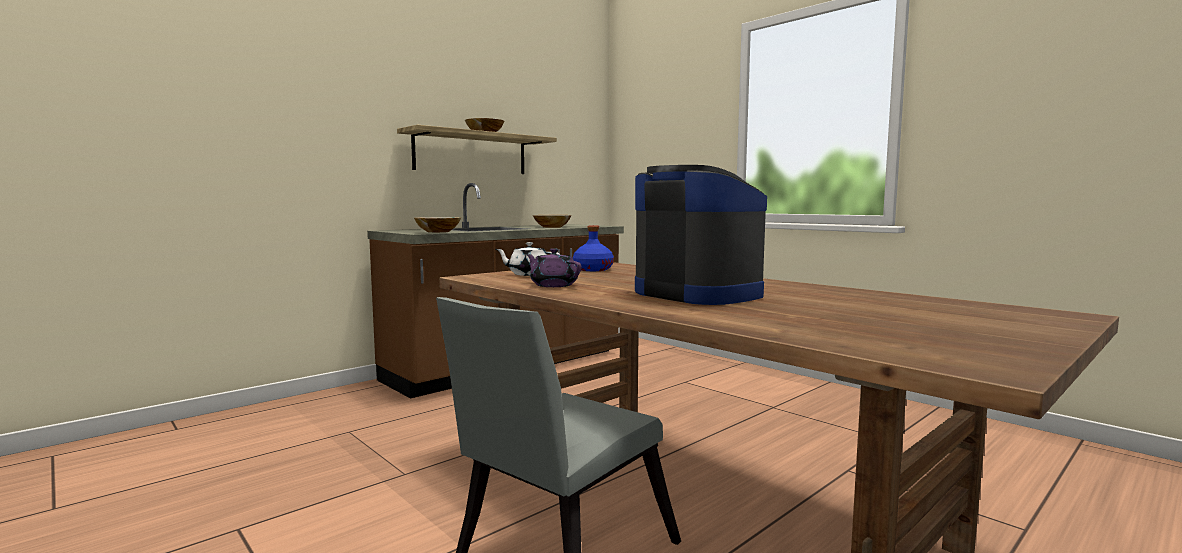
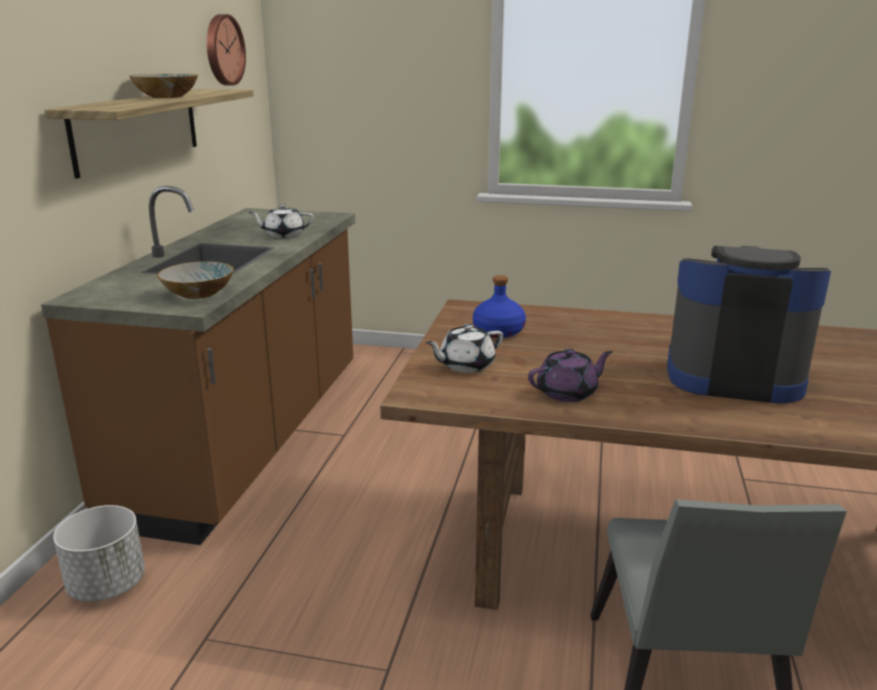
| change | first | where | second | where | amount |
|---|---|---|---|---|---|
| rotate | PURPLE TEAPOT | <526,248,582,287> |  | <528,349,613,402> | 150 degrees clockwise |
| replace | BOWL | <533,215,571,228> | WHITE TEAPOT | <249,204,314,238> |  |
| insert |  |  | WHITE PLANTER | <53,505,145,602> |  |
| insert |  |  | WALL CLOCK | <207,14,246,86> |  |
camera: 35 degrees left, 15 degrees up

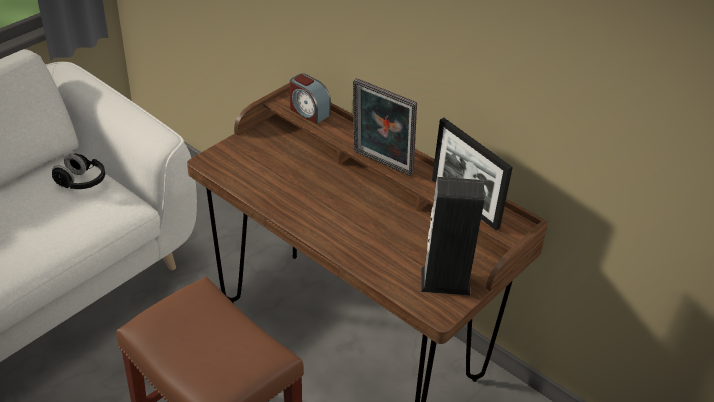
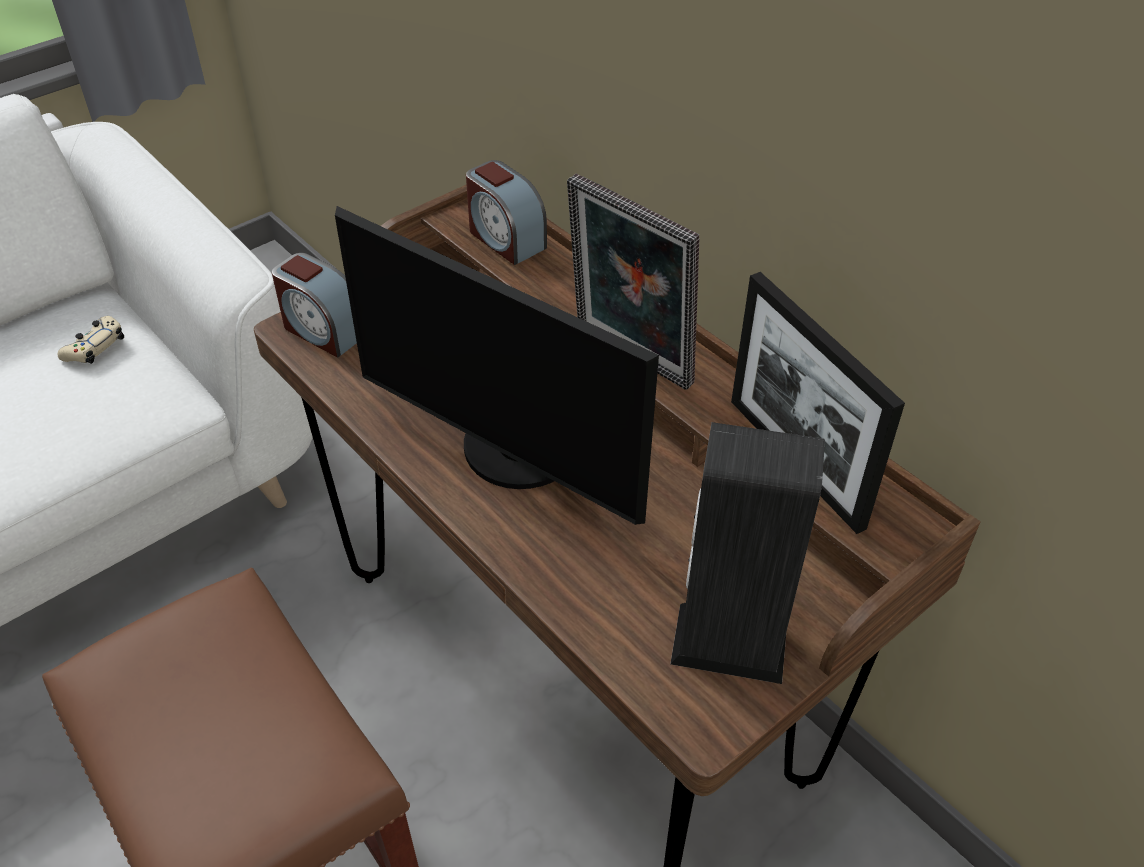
| change | first | where | second | where | amount |
|---|---|---|---|---|---|
| replace | BLACK HEADPHONES | <52,153,105,189> | BEIGE GAME CONTROLLER | <57,316,124,364> |  |
| insert |  |  | ALARM CLOCK | <272,253,357,358> |  |
| insert |  |  | MONITOR | <335,206,659,525> |  |
camera: 10 degrees right, 5 degrees up

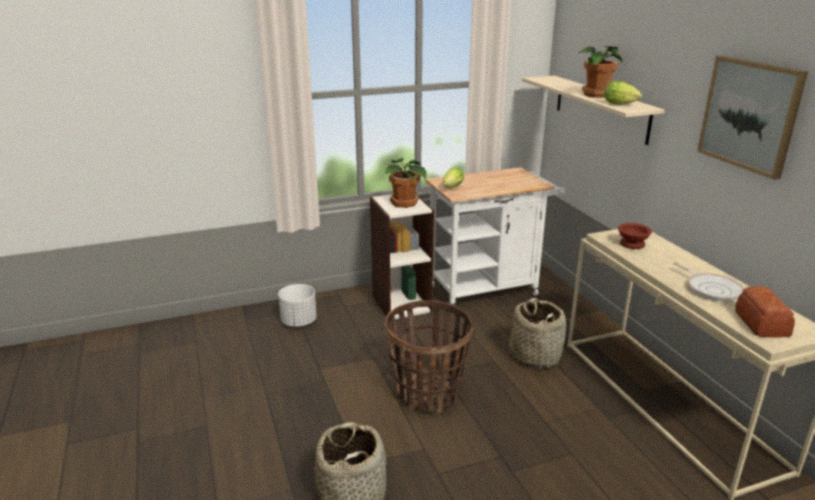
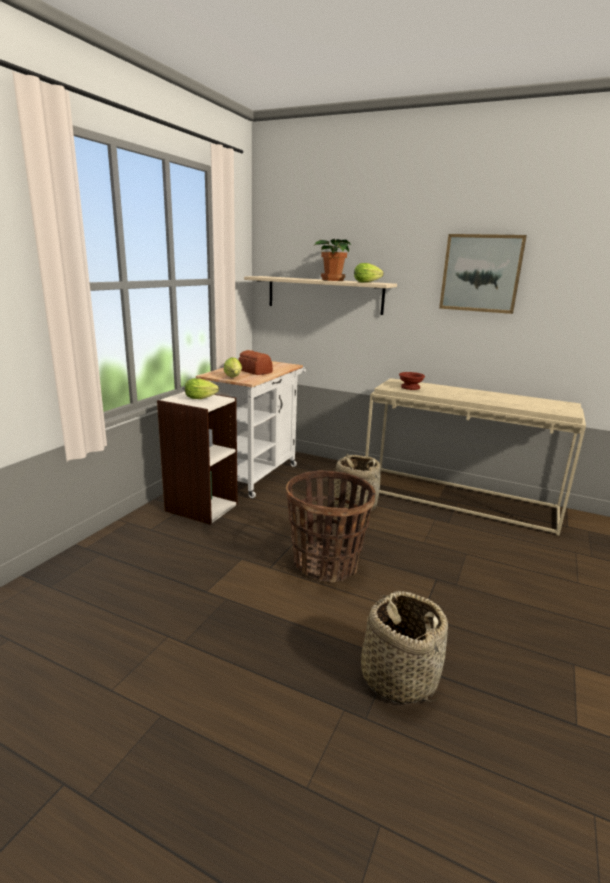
| change | first | where | second | where | amount |
|---|---|---|---|---|---|
| delete | WHITE PLANTER | <278,284,317,327> |  |  |  |
| replace | POTTED PLANT | <385,158,427,208> | LETTUCE | <185,378,219,399> |  |
| delete | FRYING PAN | <673,262,745,302> |  |  |  |
| move | BREAD | <735,286,795,337> |  | <238,350,273,375> |  |
camera: 45 degrees left, 5 degrees down

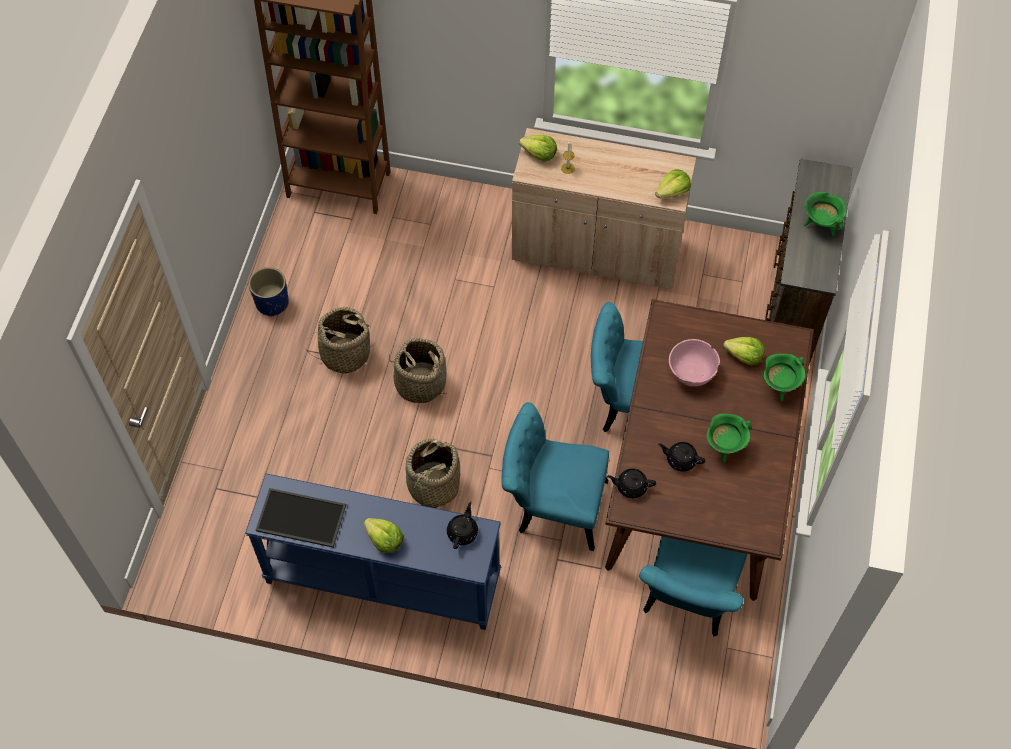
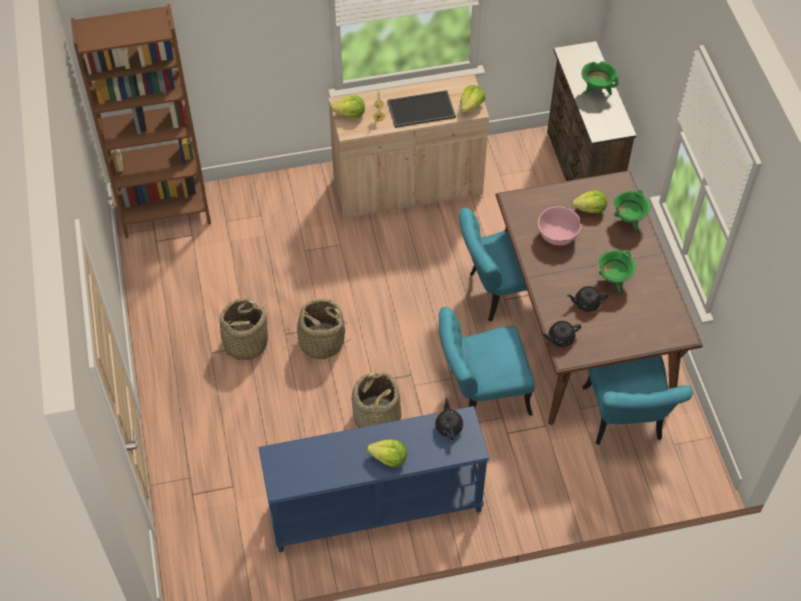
| change | first | where | second | where | amount |
|---|---|---|---|---|---|
| delete | BLUE PLANTER | <249,267,289,317> |  |  |  |
| move | TRAY | <256,488,346,548> |  | <387,90,456,128> |  |
camera: 25 degrees left, 5 degrees down

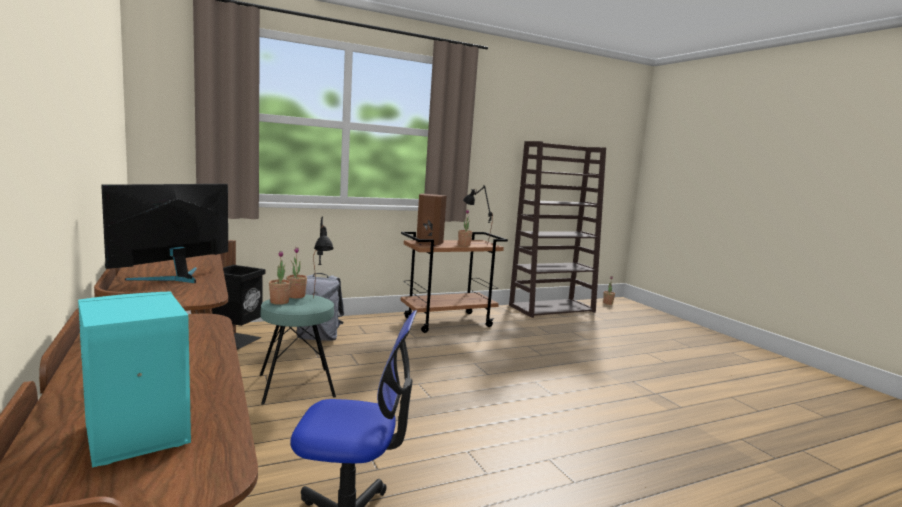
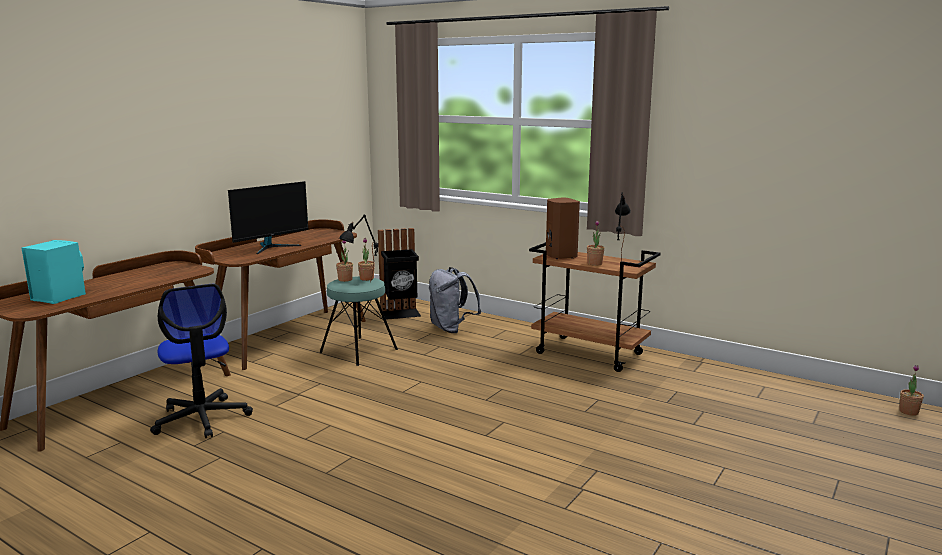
| change | first | where | second | where | amount |
|---|---|---|---|---|---|
| rotate | MONITOR | <101,184,228,283> |  | <228,181,309,254> | 135 degrees clockwise |
| delete | BROWN BOOKCASE | <509,141,606,318> |  |  |  |
camera: 60 degrees right, 5 degrees up

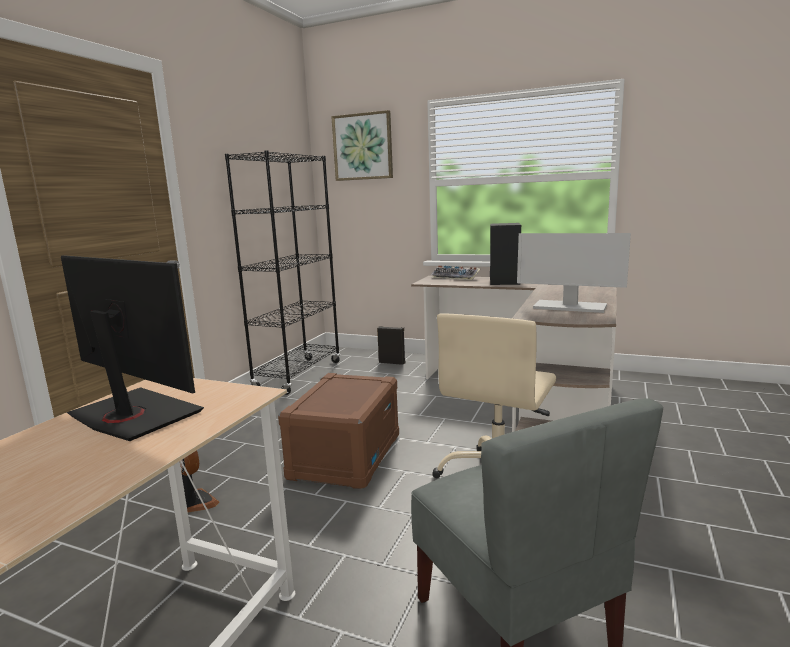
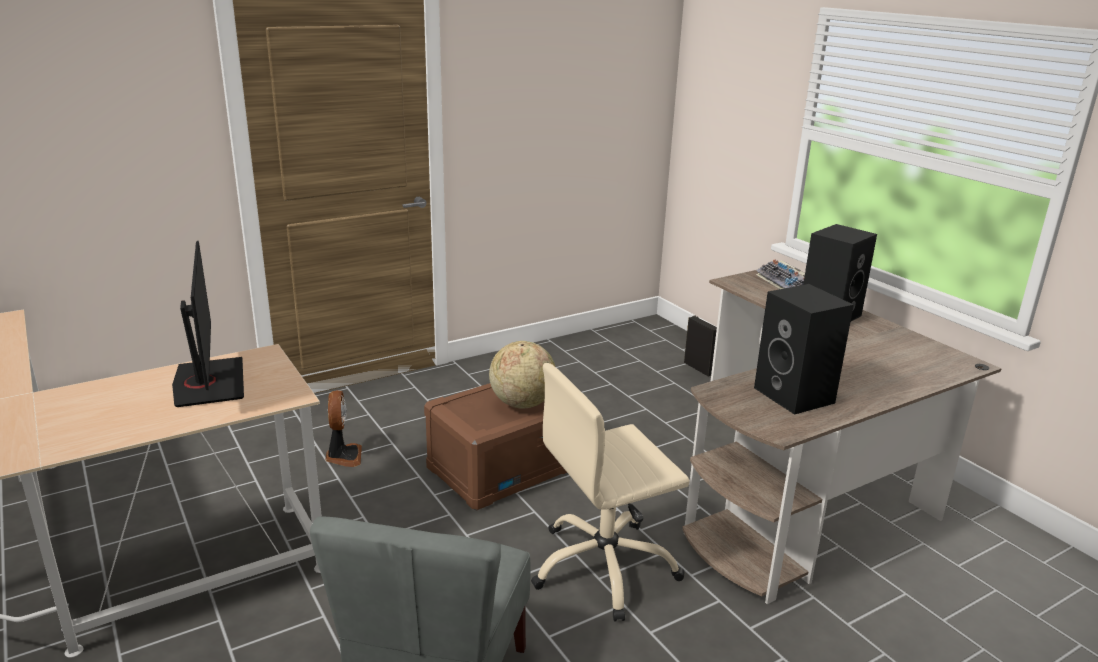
| change | first | where | second | where | amount |
|---|---|---|---|---|---|
| delete | BLACK BOOKCASE | <225,150,340,395> |  |  |  |
| delete | PICTURE | <331,110,393,181> |  |  |  |
| replace | MONITOR | <517,233,631,313> | BLACK SPEAKER | <754,284,854,415> |  |
| insert |  |  | GLOBE | <489,341,555,409> |  |
camera: 35 degrees right, 10 degrees up

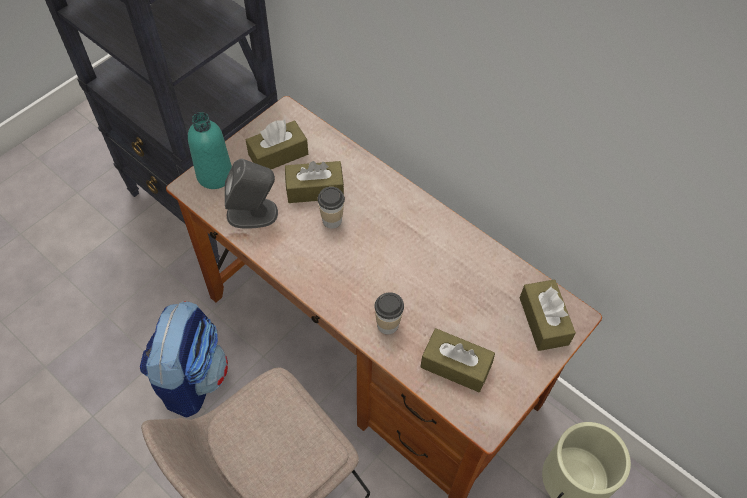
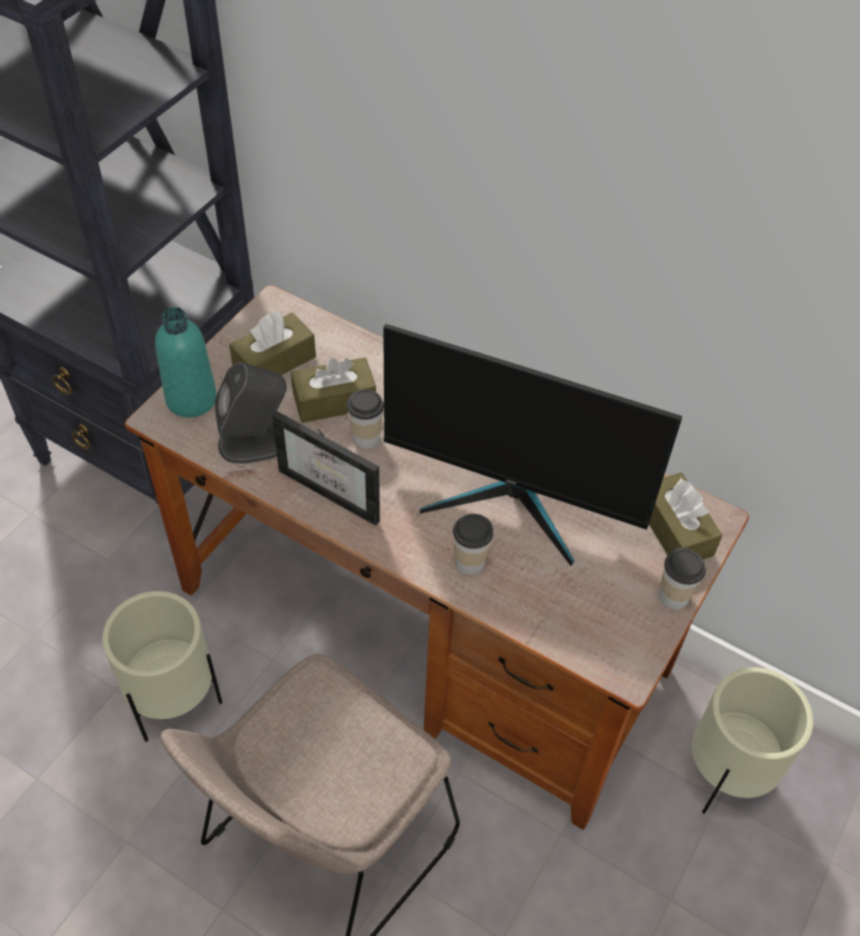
| change | first | where | second | where | amount |
|---|---|---|---|---|---|
| replace | BACKPACK | <140,301,228,417> | BEIGE PLANTER | <102,591,222,742> |  |
| delete | BROWN TISSUE BOX | <420,328,495,392> |  |  |  |
| insert |  |  | PICTURE FRAME | <272,411,380,526> |  |
| insert |  |  | MONITOR | <383,324,682,566> |  |
| insert |  |  | CUP | <659,548,706,610> |  |
camera: 10 degrees left, 5 degrees down

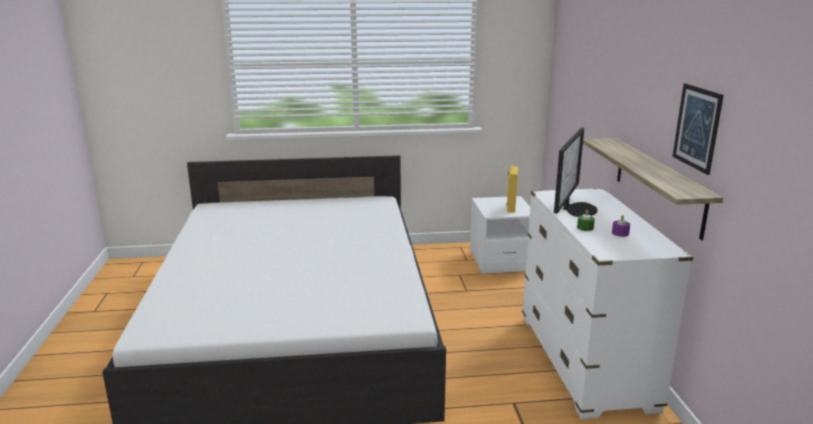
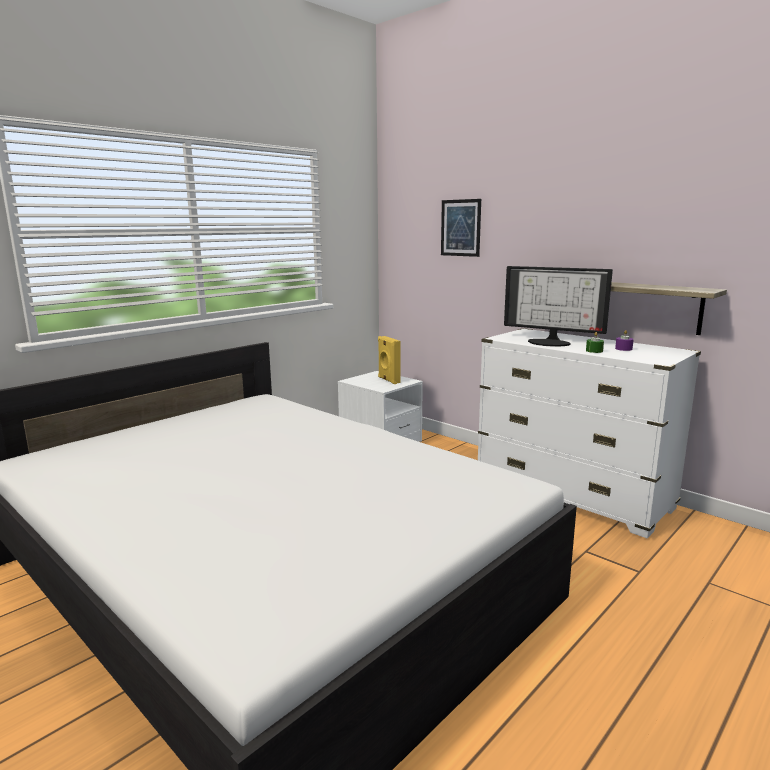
| change | first | where | second | where | amount |
|---|---|---|---|---|---|
| rotate | MONITOR | <554,128,598,217> |  | <504,266,613,347> | 135 degrees clockwise |
| move | PICTURE | <672,83,724,175> |  | <441,199,481,257> |  |
camera: 40 degrees left, 5 degrees down

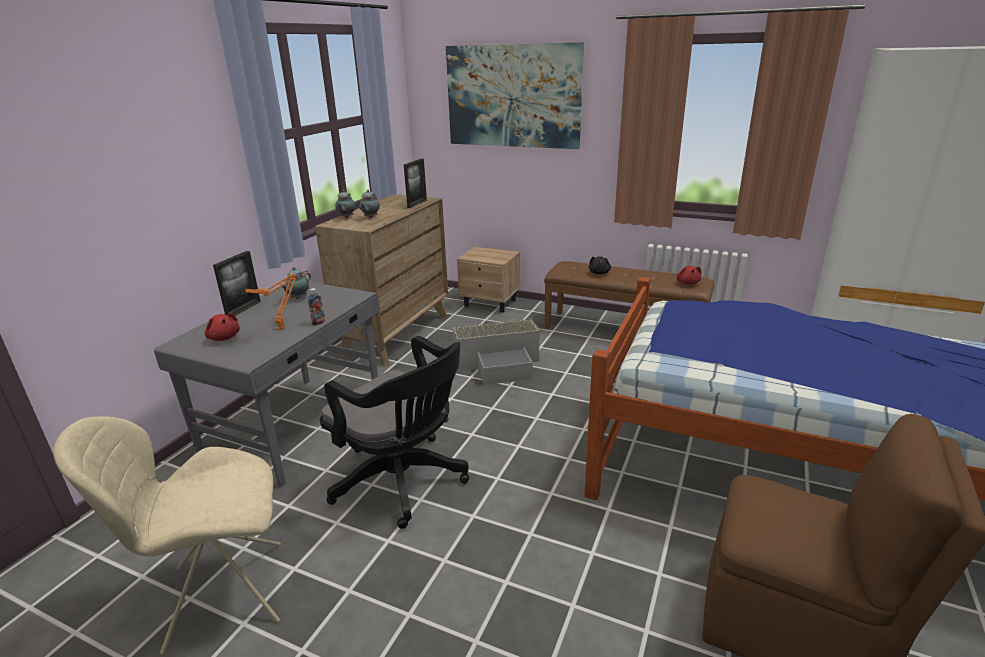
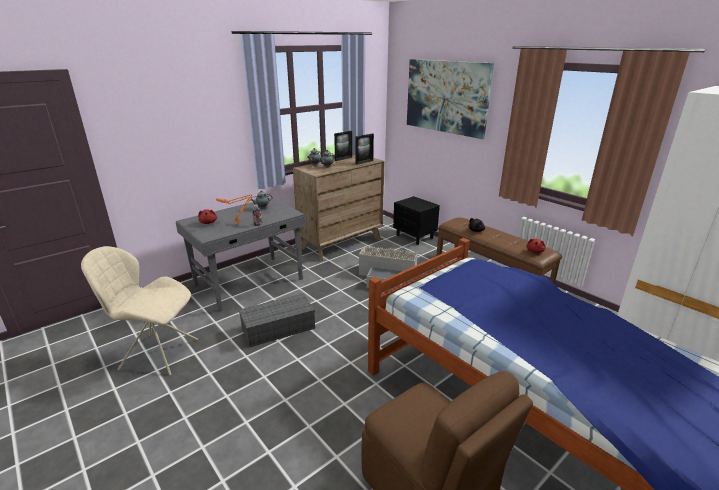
| change | first | where | second | where | amount |
|---|---|---|---|---|---|
| move | PICTURE FRAME | <213,251,261,316> |  | <334,131,352,161> |  |
| replace | BLACK OFFICE CHAIR | <320,336,469,529> | GREY STORAGE BOX | <239,294,315,347> |  |
| recolor | BEIGE NIGHTSTAND | <457,247,520,313> | BLACK NIGHTSTAND | <393,196,440,245> |  |
camera: 25 degrees right, 0 degrees up

